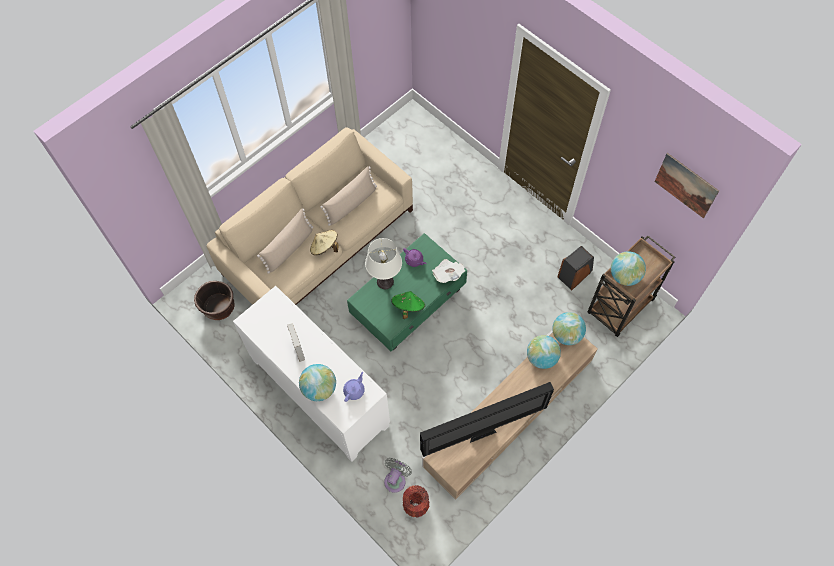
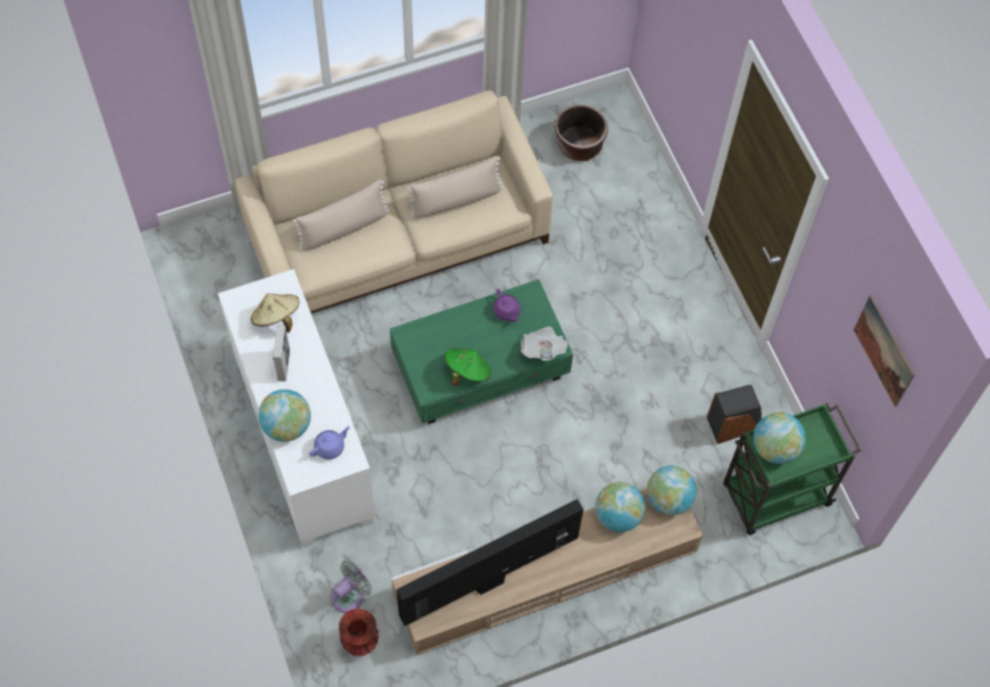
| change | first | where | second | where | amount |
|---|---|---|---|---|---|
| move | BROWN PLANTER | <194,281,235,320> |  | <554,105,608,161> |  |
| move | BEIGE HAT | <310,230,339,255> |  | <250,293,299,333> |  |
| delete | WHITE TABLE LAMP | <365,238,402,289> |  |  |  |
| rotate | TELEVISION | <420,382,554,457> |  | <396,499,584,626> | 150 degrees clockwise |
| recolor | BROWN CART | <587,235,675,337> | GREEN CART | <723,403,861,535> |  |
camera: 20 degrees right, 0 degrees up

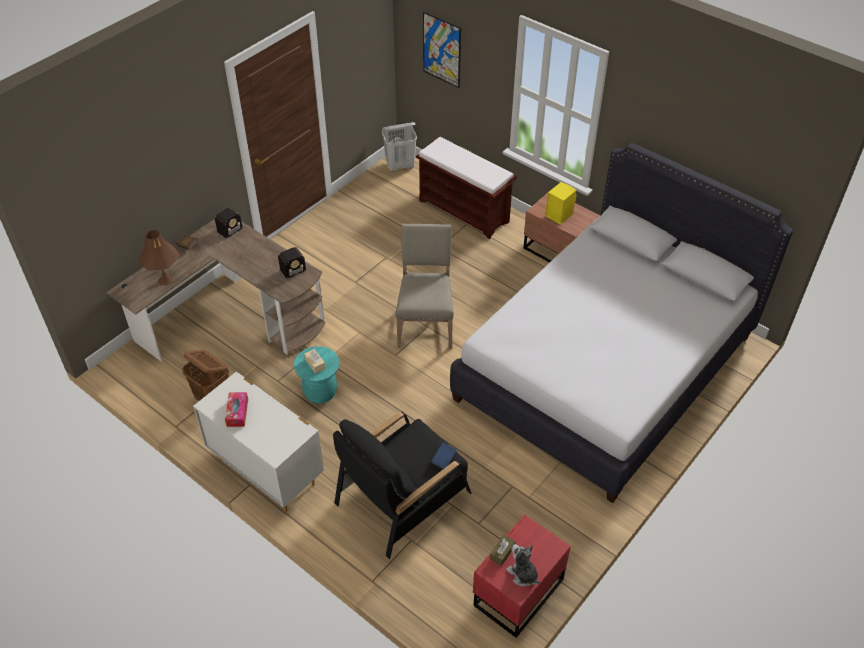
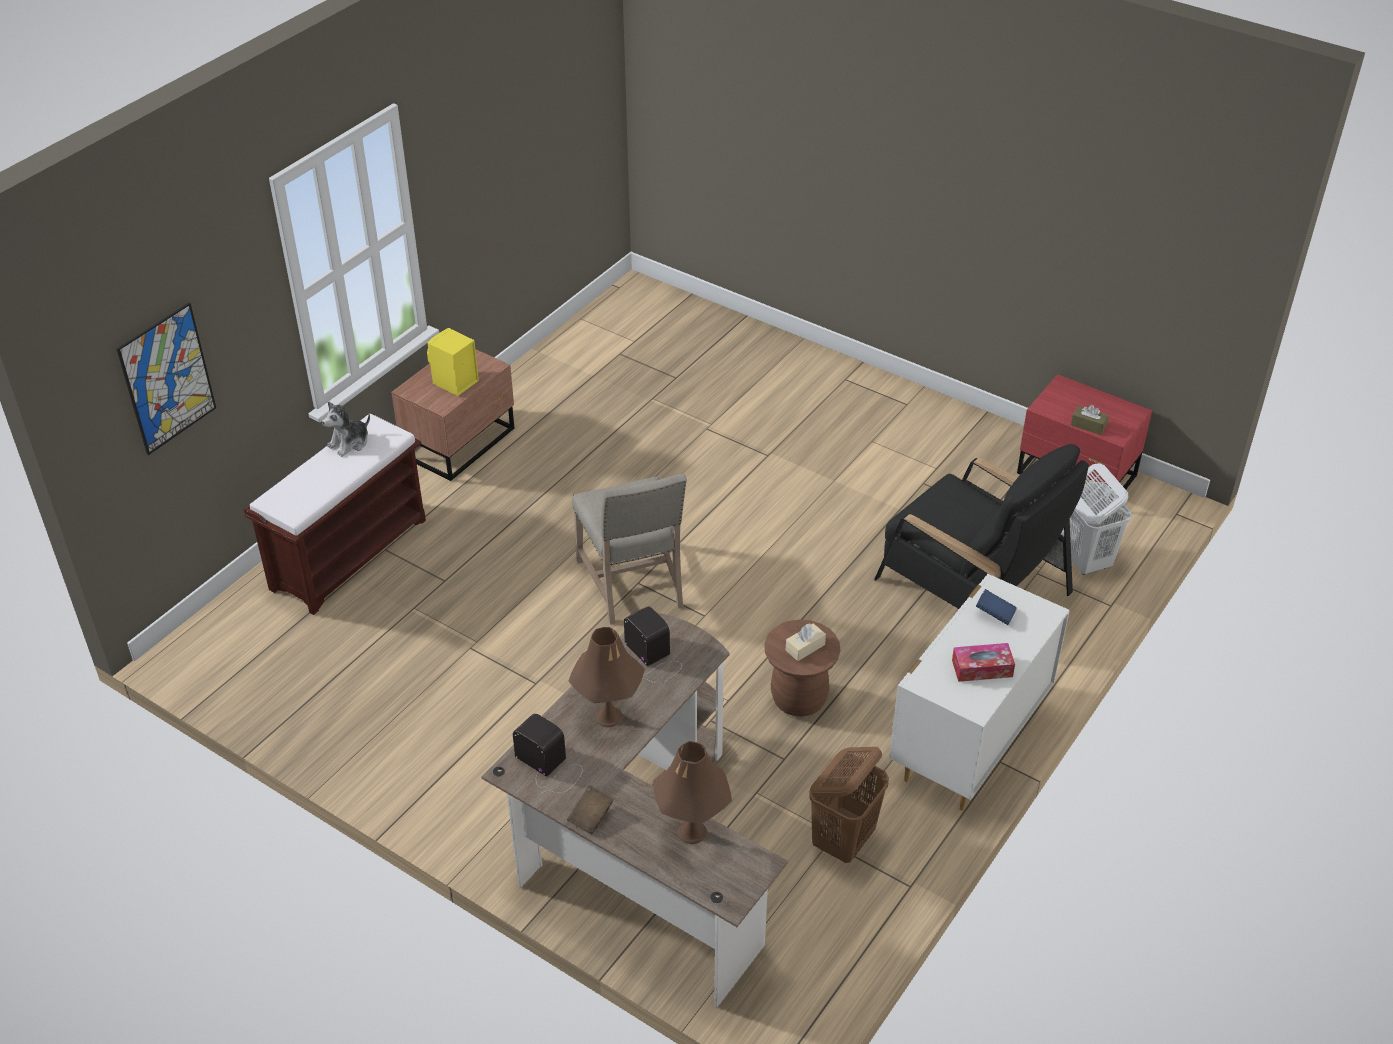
| change | first | where | second | where | amount |
|---|---|---|---|---|---|
| recolor | TURQUOISE STOOL | <294,346,339,403> | BROWN STOOL | <764,620,840,717> |  |
| move | WHITE LAUNDRY BASKET | <382,122,417,172> |  | <1060,463,1132,575> |  |
| rotate | BEIGE CHAIR | <396,224,454,349> |  | <572,474,687,625> | 105 degrees counterclockwise |
| move | BLUE BOOK | <431,442,457,469> |  | <976,589,1017,625> |  |
| delete | WHITE BED | <450,143,793,503> |  |  |  |
| move | PLUSH TOY | <506,544,540,587> |  | <322,401,370,457> |  |
| insert |  |  | BROWN TABLE LAMP | <569,627,645,727> |  |
camera: 95 degrees left, 5 degrees down

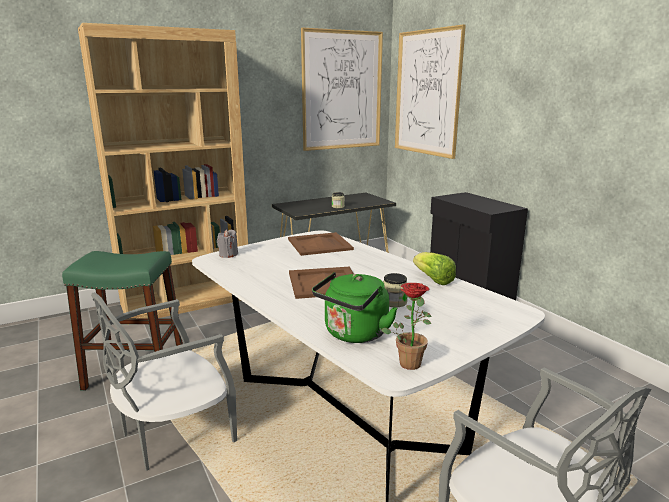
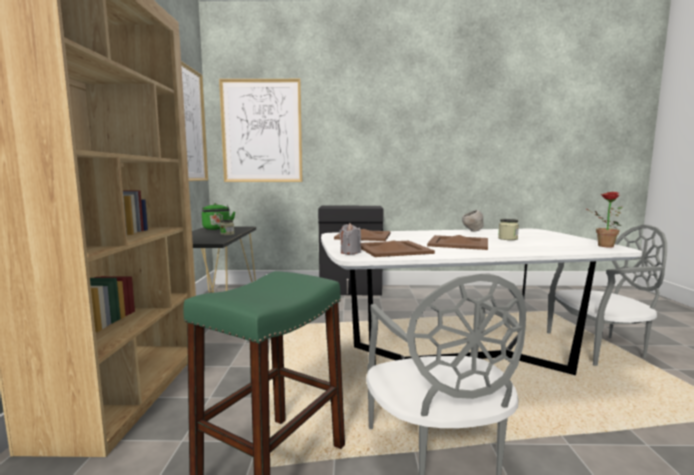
| change | first | where | second | where | amount |
|---|---|---|---|---|---|
| move | GREEN KETTLE | <312,272,398,343> |  | <202,203,235,230> |  |
| replace | LETTUCE | <413,252,456,285> | GREY BOWL | <462,210,483,232> |  |
| insert |  |  | BROWN TRAY | <361,240,435,257> |  |
camera: 60 degrees left, 10 degrees down

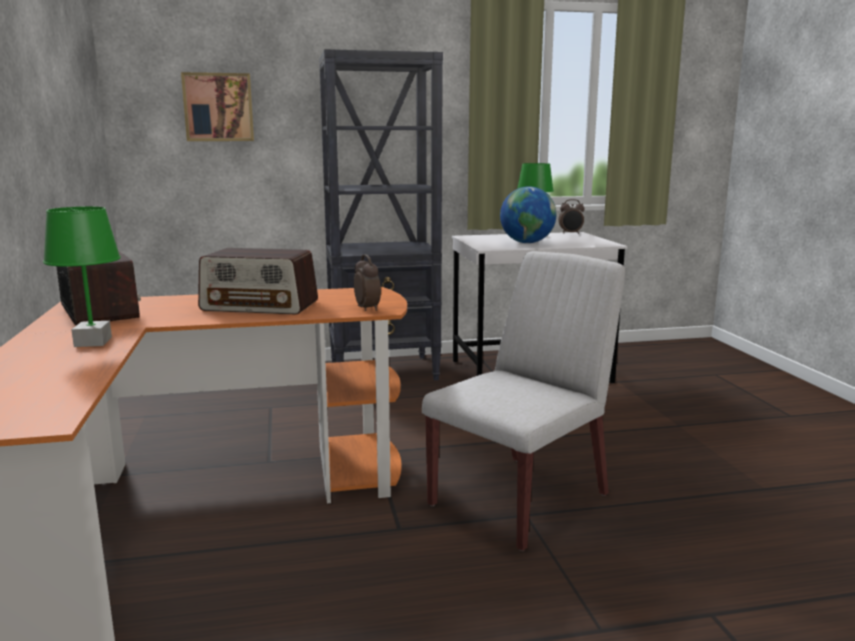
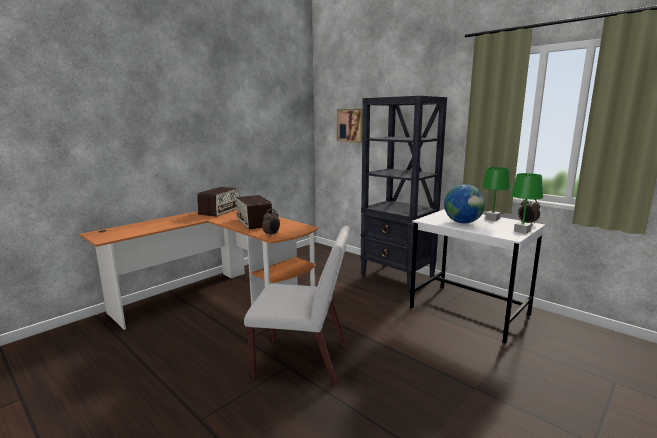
| change | first | where | second | where | amount |
|---|---|---|---|---|---|
| move | GREEN TABLE LAMP | <43,207,121,347> |  | <510,173,544,234> |  |
camera: 55 degrees right, 0 degrees up

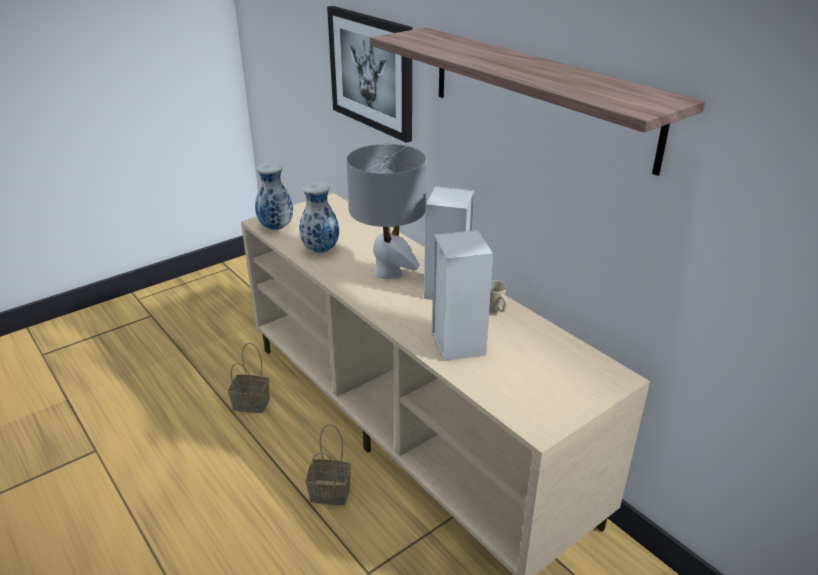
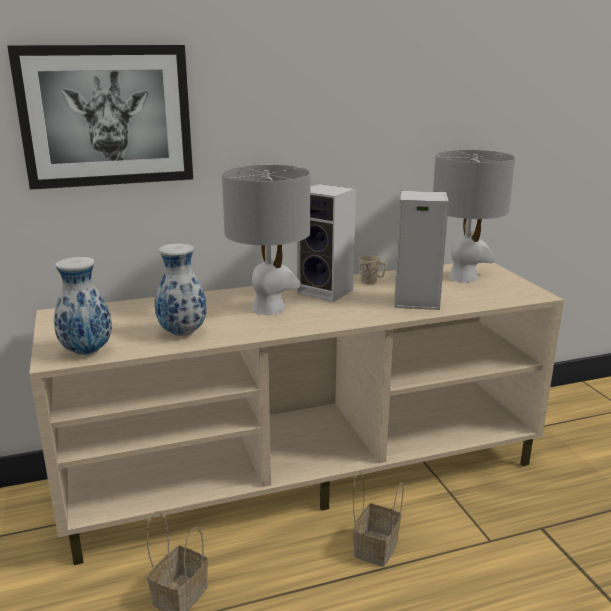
| change | first | where | second | where | amount |
|---|---|---|---|---|---|
| delete | SHELF | <370,28,705,176> |  |  |  |
| insert |  |  | GREY TABLE LAMP | <433,149,516,283> |  |
camera: 70 degrees left, 10 degrees down

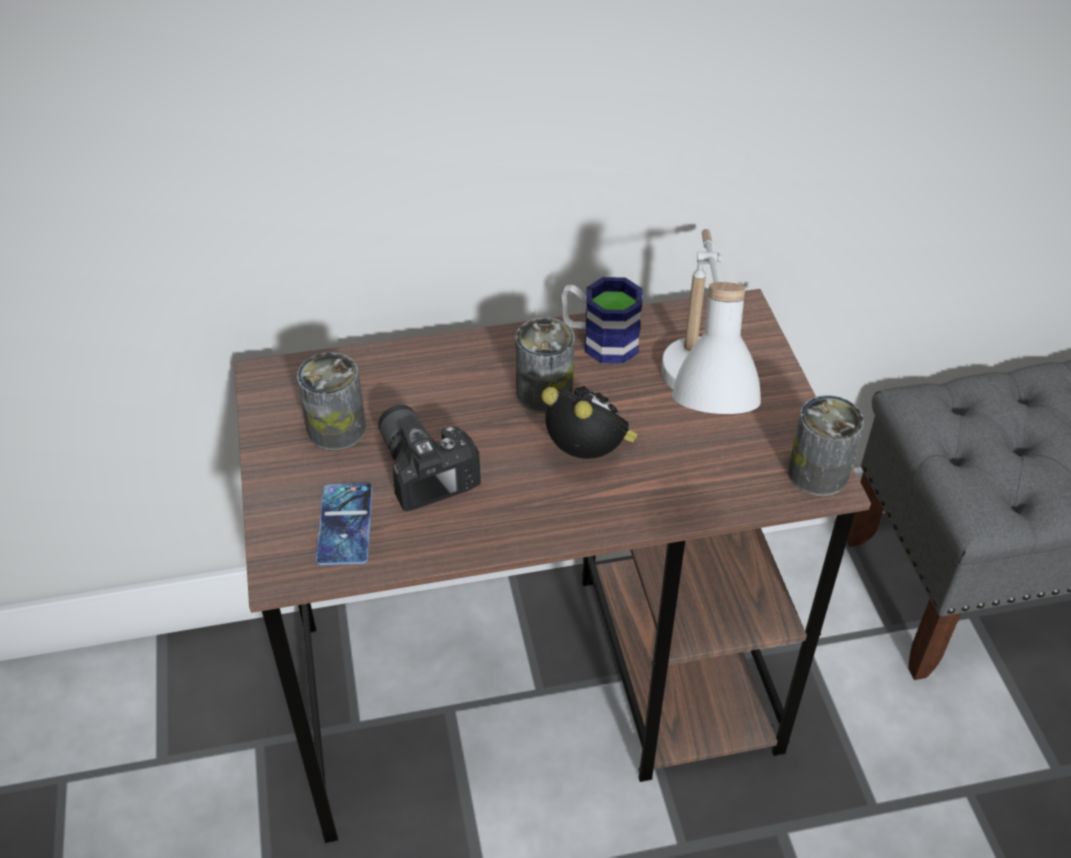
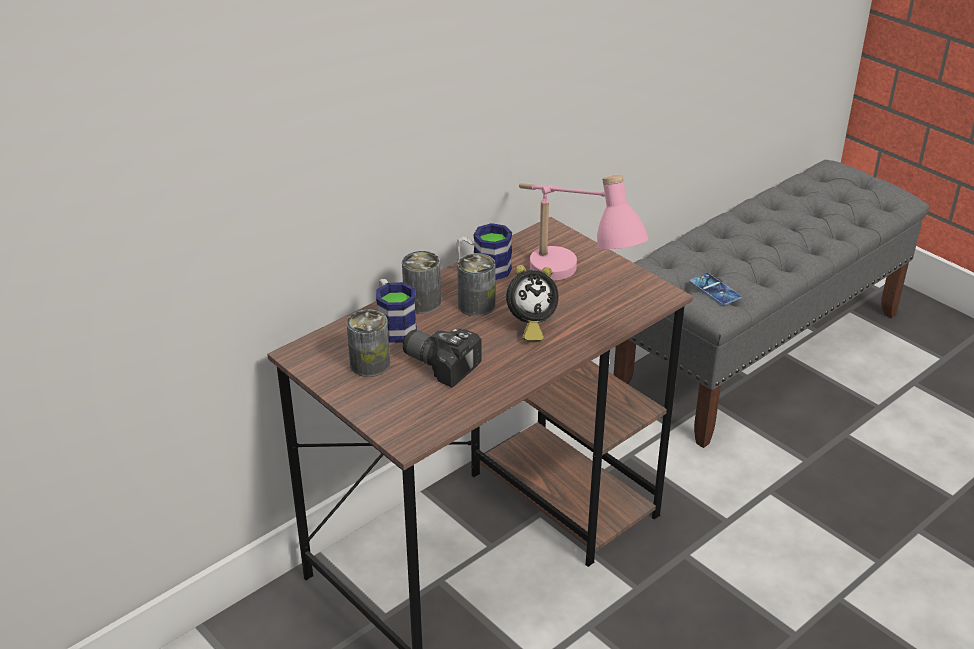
| change | first | where | second | where | amount |
|---|---|---|---|---|---|
| move | PHONE | <316,483,373,565> |  | <690,273,742,305> |  |
| rotate | ALARM CLOCK | <542,386,638,459> |  | <506,265,559,341> | 150 degrees clockwise |
| recolor | WHITE TABLE LAMP | <661,229,761,414> | PINK TABLE LAMP | <519,174,649,280> |  |
| move | CAN | <788,395,864,496> |  | <402,251,441,314> |  |
| insert |  |  | MUG | <376,279,417,343> |  |
camera: 30 degrees left, 10 degrees down

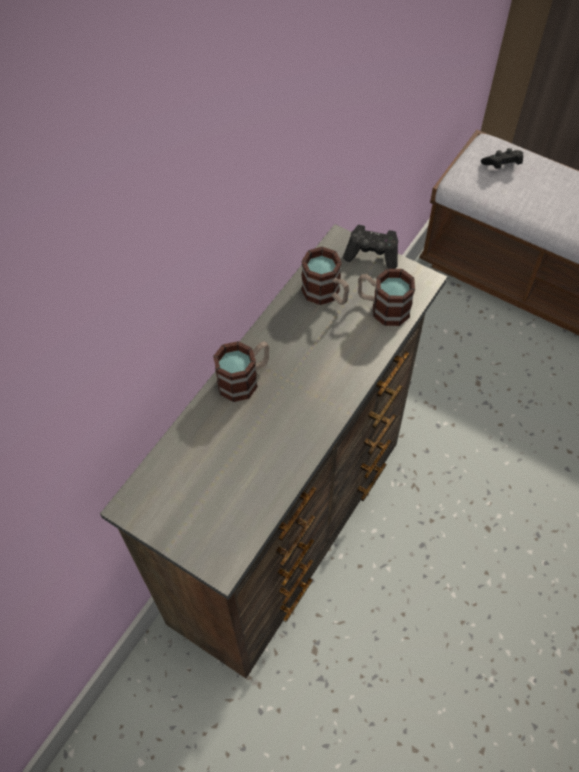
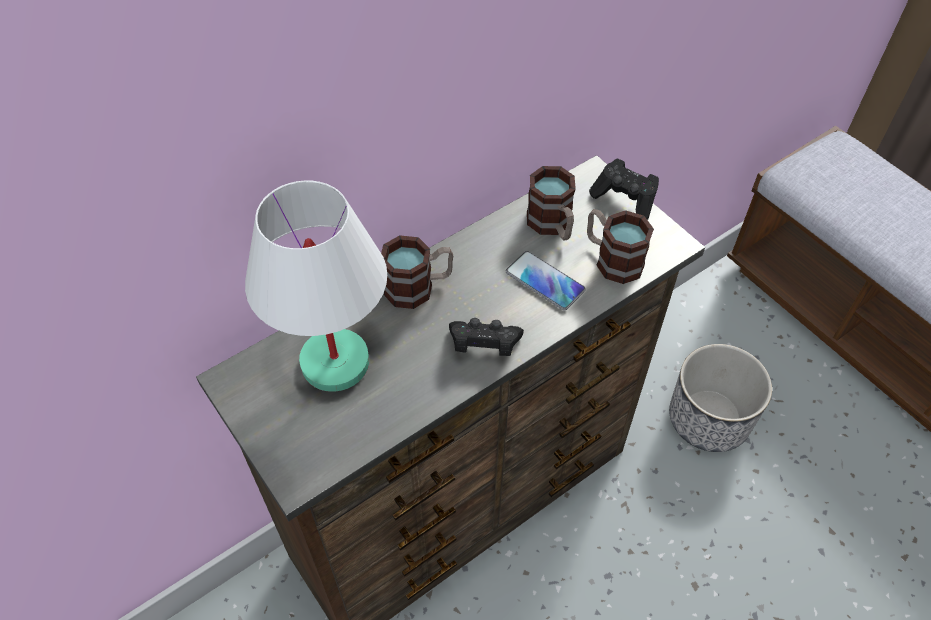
| change | first | where | second | where | amount |
|---|---|---|---|---|---|
| move | BLACK GAME CONTROLLER | <481,148,523,169> |  | <449,318,524,356> |  |
| insert |  |  | WHITE TABLE LAMP | <245,180,387,392> |  |
| insert |  |  | PHONE | <506,251,586,311> |  |
| insert |  |  | PLANTER | <669,344,772,452> |  |
camera: 20 degrees right, 5 degrees down

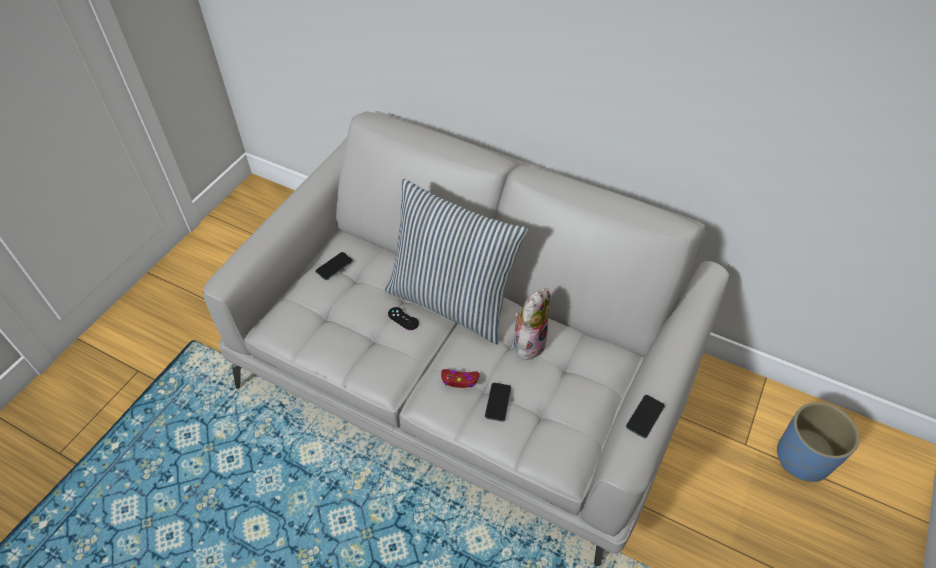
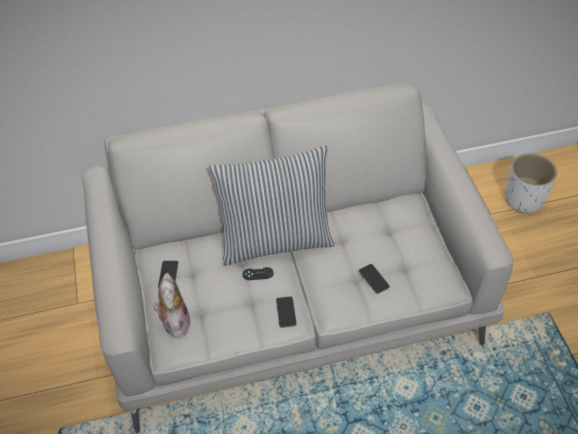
| change | first | where | second | where | amount |
|---|---|---|---|---|---|
| delete | RED GAME CONTROLLER | <441,369,480,388> |  |  |  |
| move | PLUSH TOY | <514,288,550,361> |  | <154,273,191,338> |  |
| move | PHONE | <626,395,665,438> |  | <276,296,297,328> |  |
| recolor | BLUE PLANTER | <777,402,859,482> | WHITE PLANTER | <505,153,557,213> |  |
camera: 40 degrees left, 0 degrees up

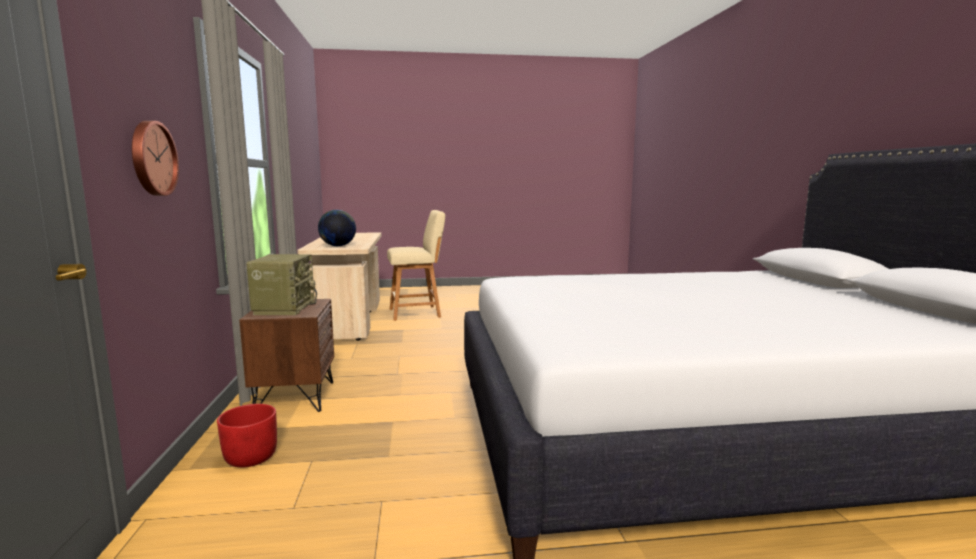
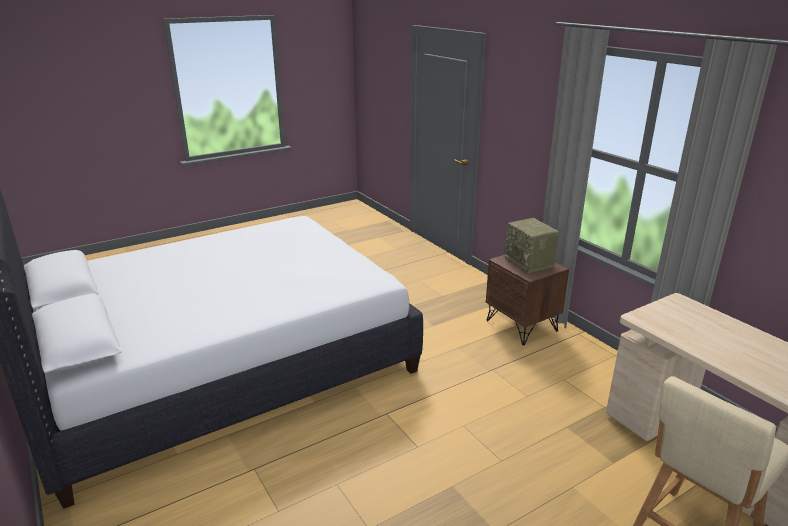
| change | first | where | second | where | amount |
|---|---|---|---|---|---|
| delete | WALL CLOCK | <132,121,179,196> |  |  |  |
| delete | RED PLANTER | <217,404,277,467> |  |  |  |
| delete | GLOBE | <318,210,356,246> |  |  |  |
camera: 155 degrees right, 15 degrees up

